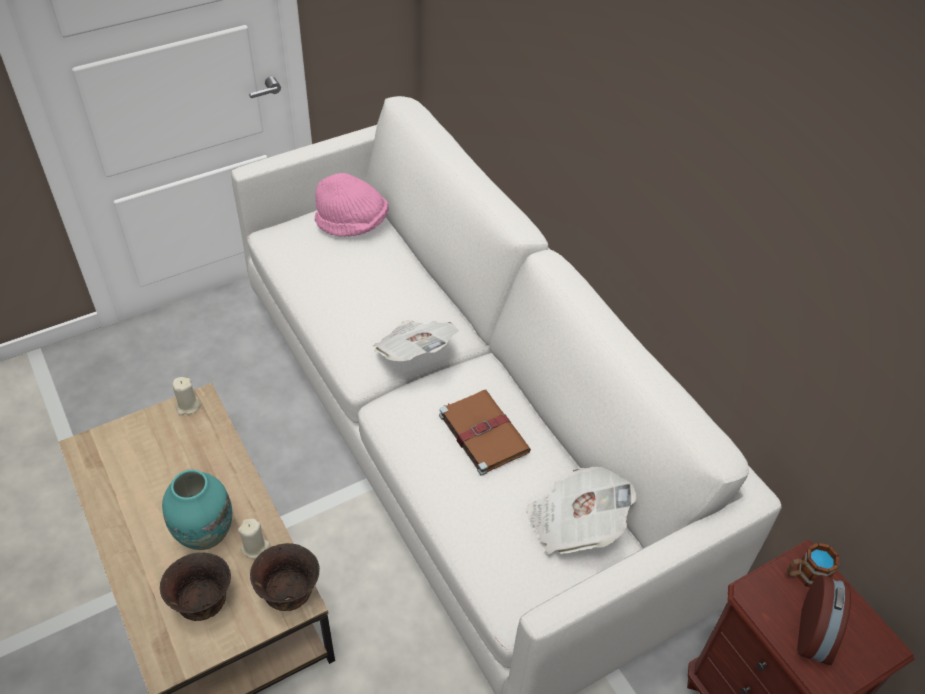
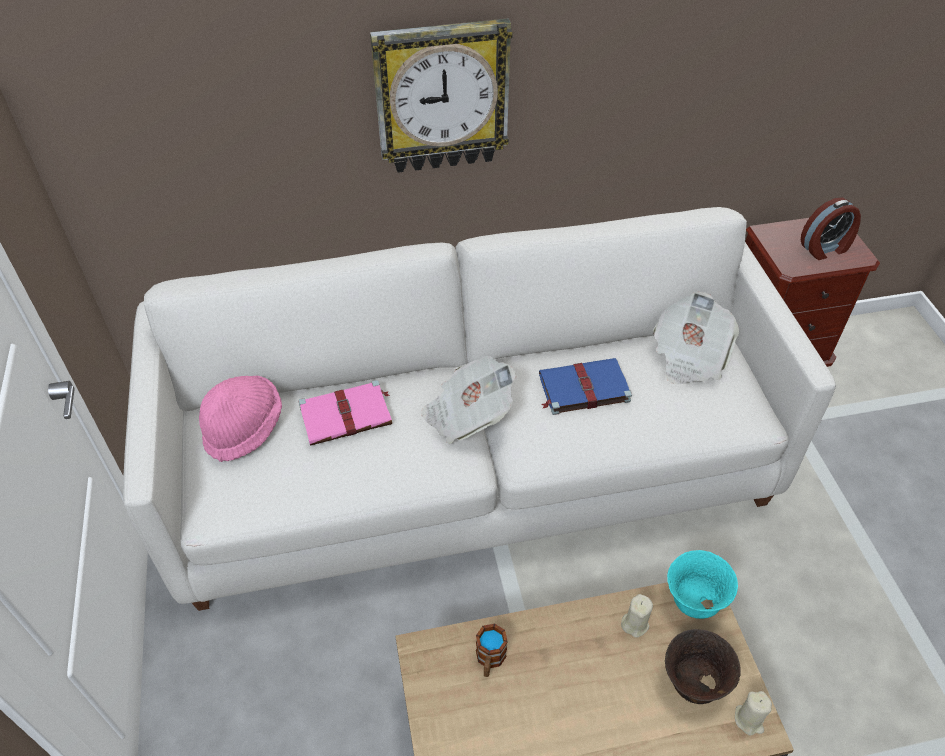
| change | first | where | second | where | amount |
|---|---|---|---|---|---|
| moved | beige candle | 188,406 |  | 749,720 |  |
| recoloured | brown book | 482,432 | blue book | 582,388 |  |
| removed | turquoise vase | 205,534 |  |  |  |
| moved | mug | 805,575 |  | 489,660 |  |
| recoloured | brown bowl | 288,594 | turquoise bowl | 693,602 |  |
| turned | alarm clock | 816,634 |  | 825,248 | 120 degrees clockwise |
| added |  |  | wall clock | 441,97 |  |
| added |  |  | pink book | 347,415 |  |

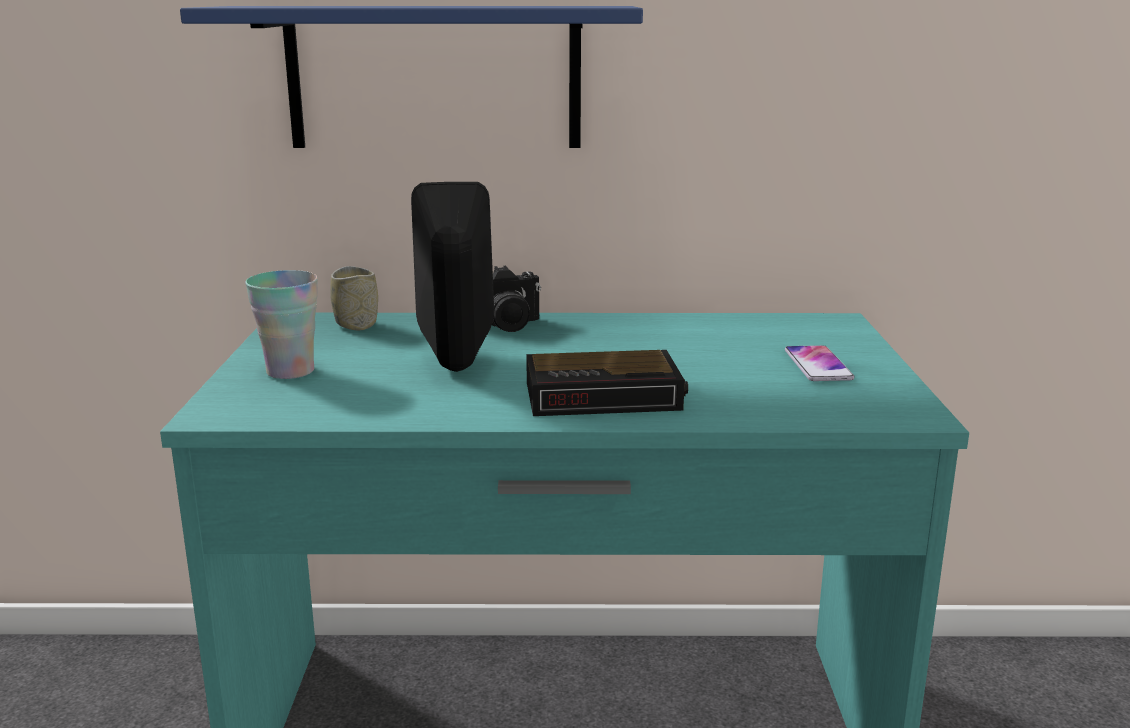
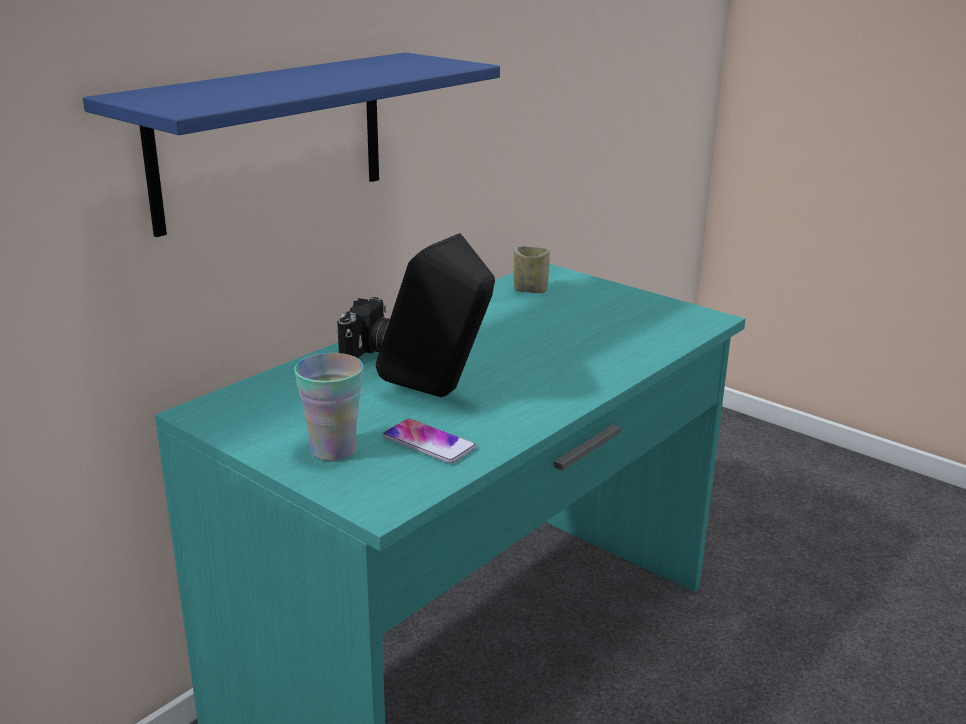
| change | first | where | second | where | amount |
|---|---|---|---|---|---|
| moved | cup | 356,325 |  | 530,290 |  |
| moved | phone | 818,365 |  | 429,442 |  |
| removed | alarm clock | 606,396 |  |  |  |

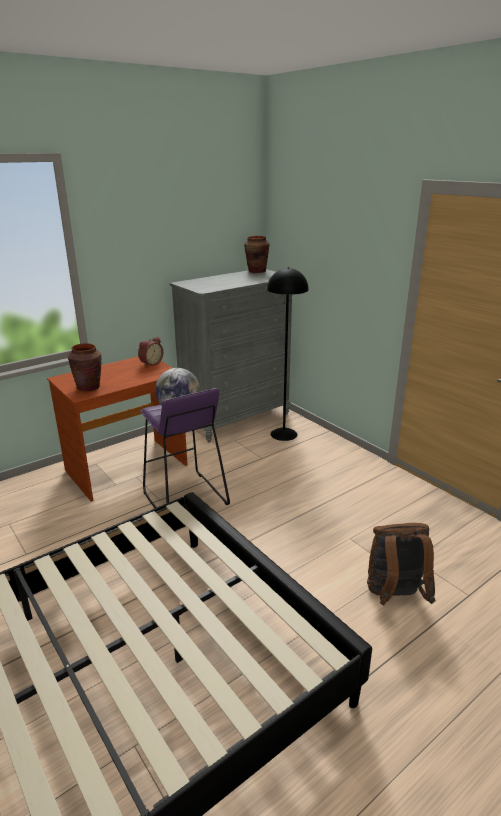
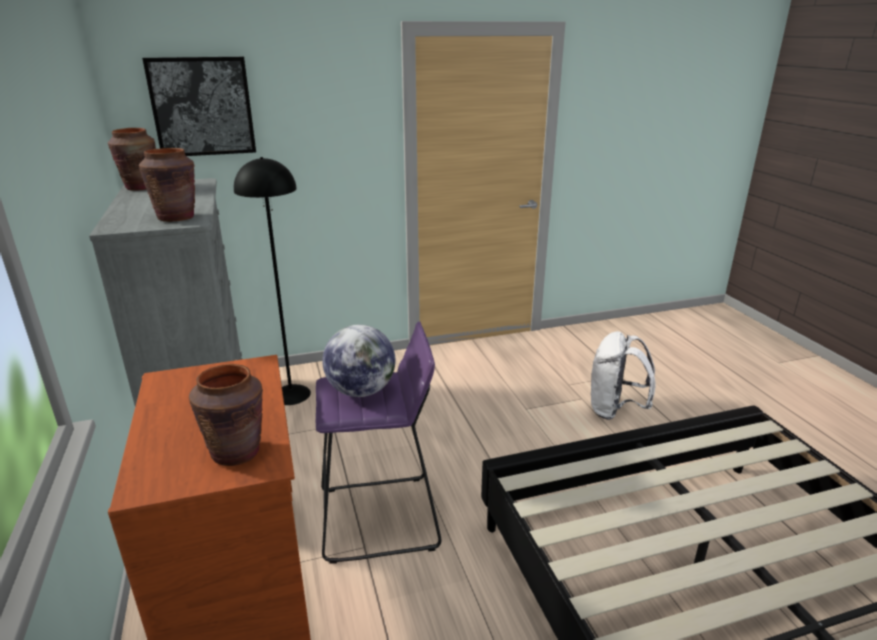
| change | first | where | second | where | amount |
|---|---|---|---|---|---|
| removed | alarm clock | 150,363 |  |  |  |
| recoloured | brown backpack | 394,596 | white backpack | 615,410 |  |
| added |  |  | picture | 202,107 |  |
| added |  |  | brown vase | 176,218 |  |

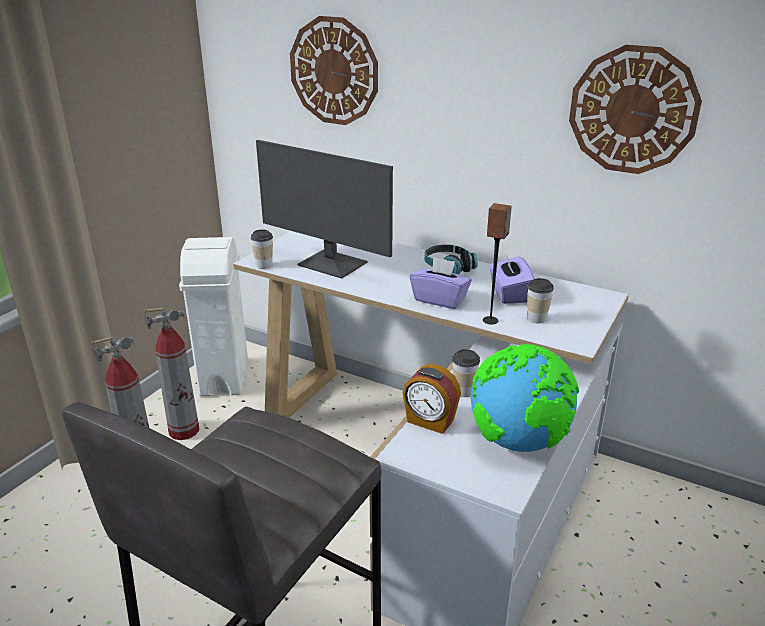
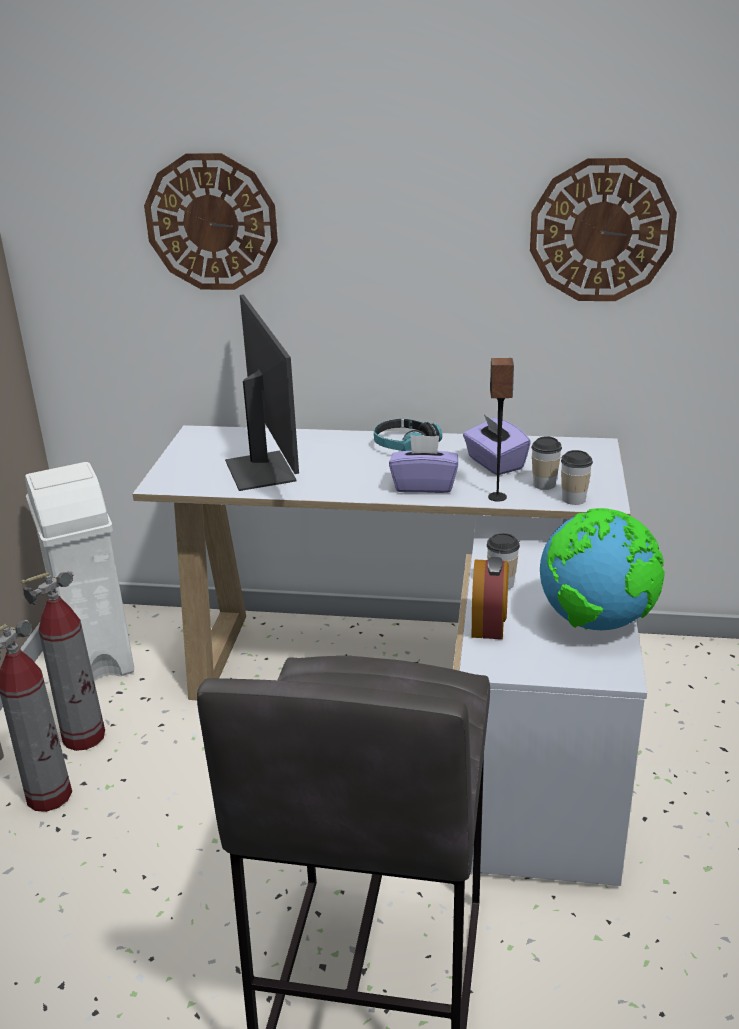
| change | first | where | second | where | amount |
|---|---|---|---|---|---|
| turned | monitor | 331,264 |  | 262,470 | 120 degrees counterclockwise |
| moved | cup | 264,265 |  | 573,499 |  |
| turned | alarm clock | 430,421 |  | 489,625 | 90 degrees counterclockwise |

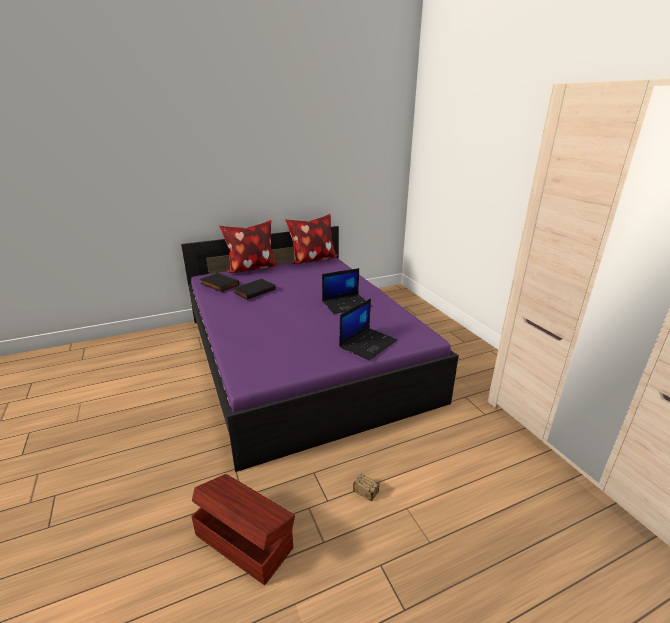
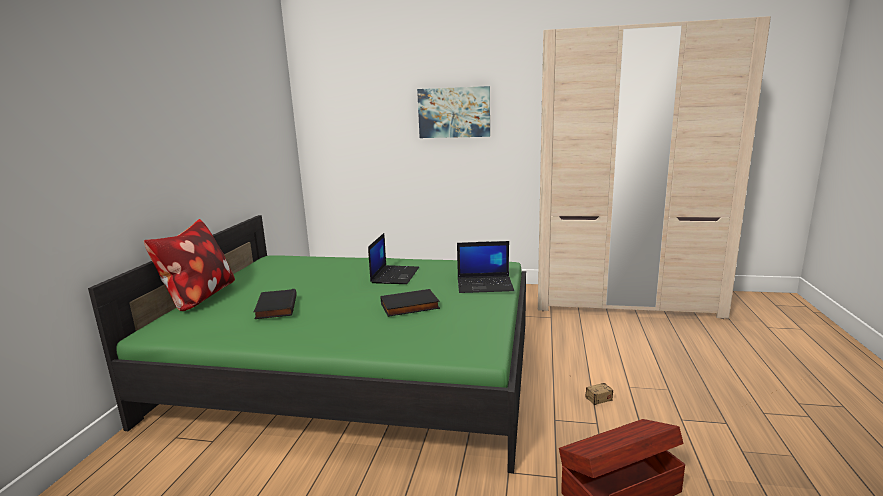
| change | first | where | second | where | amount |
|---|---|---|---|---|---|
| removed | pillow | 312,260 |  |  |  |
| recoloured | purple bed | 302,356 | green bed | 357,369 |  |
| moved | black book | 218,284 |  | 409,306 |  |
| turned | laptop | 368,343 |  | 485,285 | 105 degrees clockwise |
| added |  |  | picture | 454,112 |  |

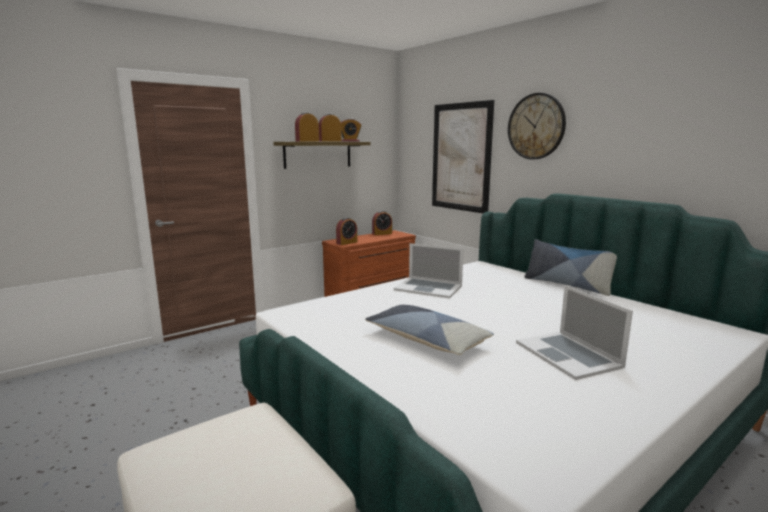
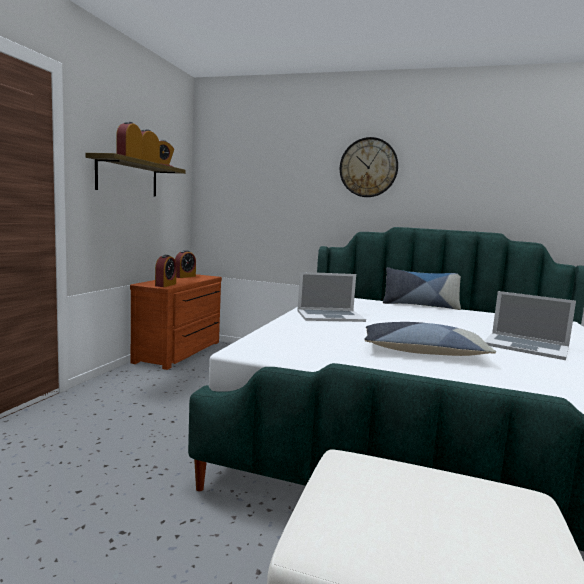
| change | first | where | second | where | amount |
|---|---|---|---|---|---|
| removed | picture | 460,157 |  |  |  |

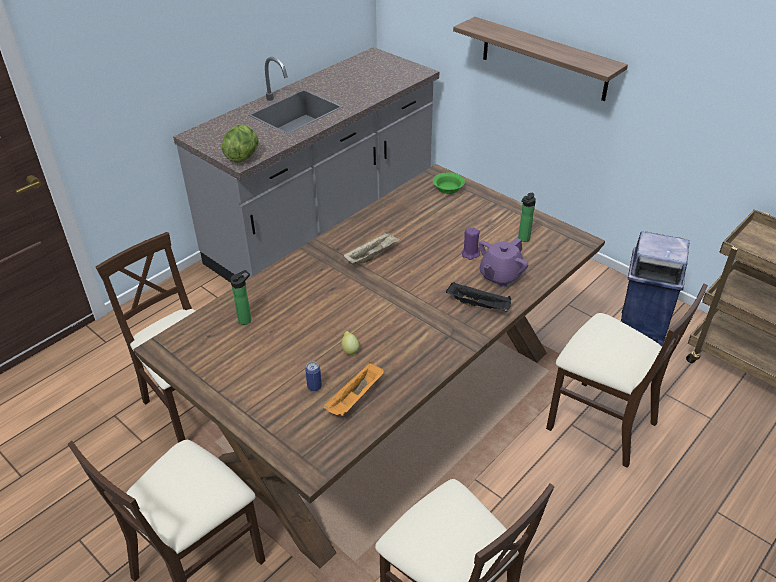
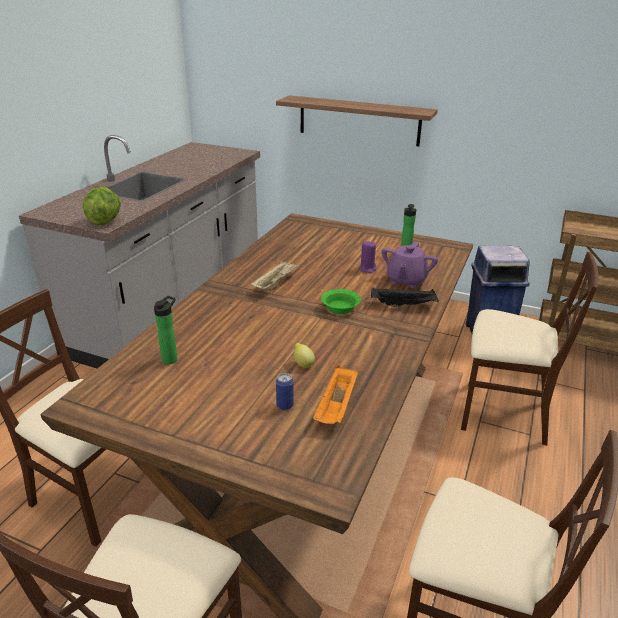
| change | first | where | second | where | amount |
|---|---|---|---|---|---|
| moved | green bowl | 448,188 |  | 340,308 |  |

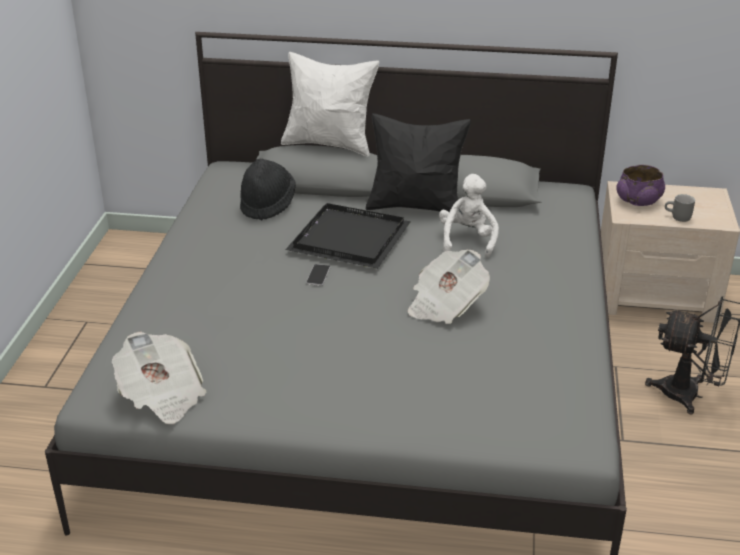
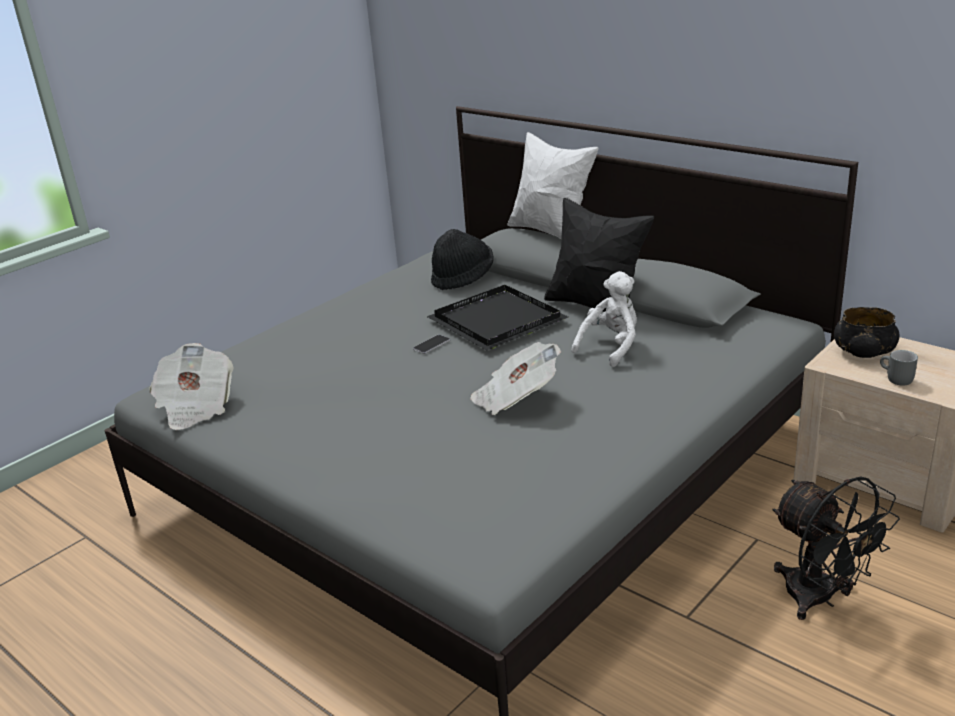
| change | first | where | second | where | amount |
|---|---|---|---|---|---|
| recoloured | purple bowl | 638,201 | black bowl | 864,352 |  |

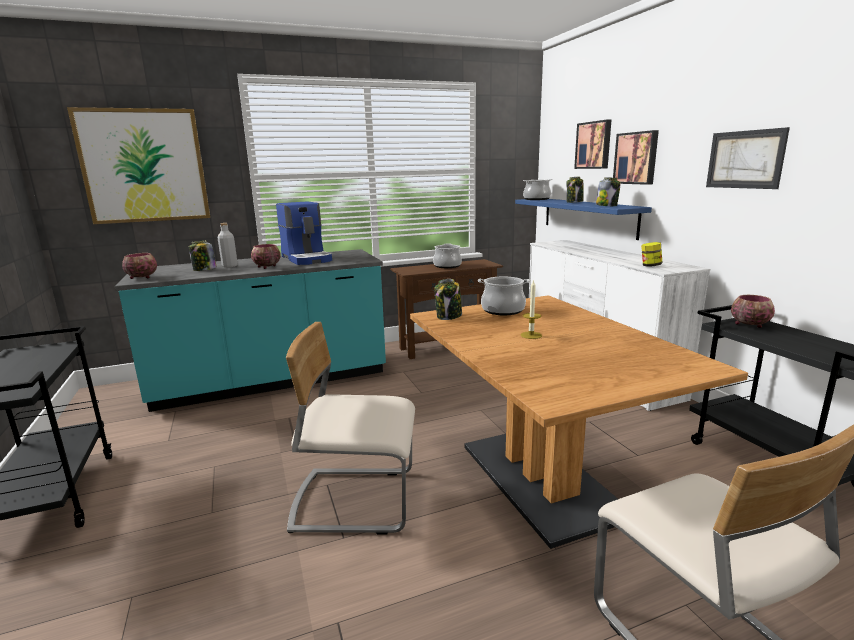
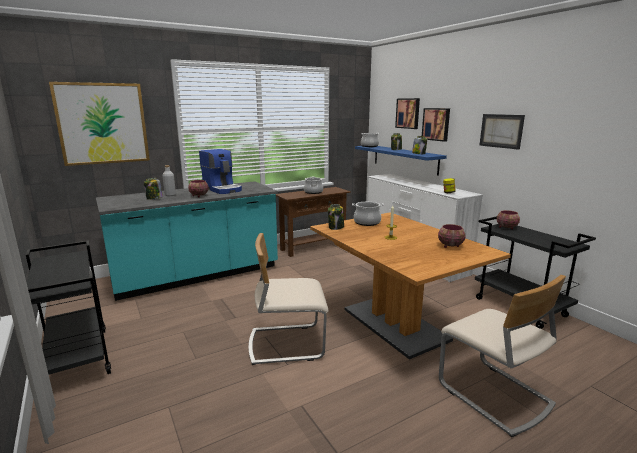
| change | first | where | second | where | amount |
|---|---|---|---|---|---|
| moved | bowl | 142,277 |  | 449,246 |  |

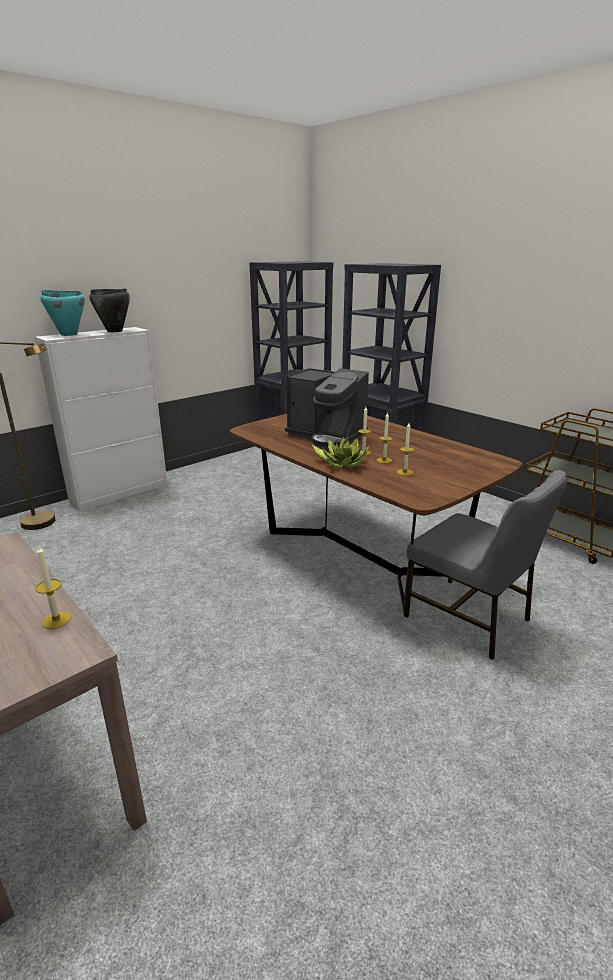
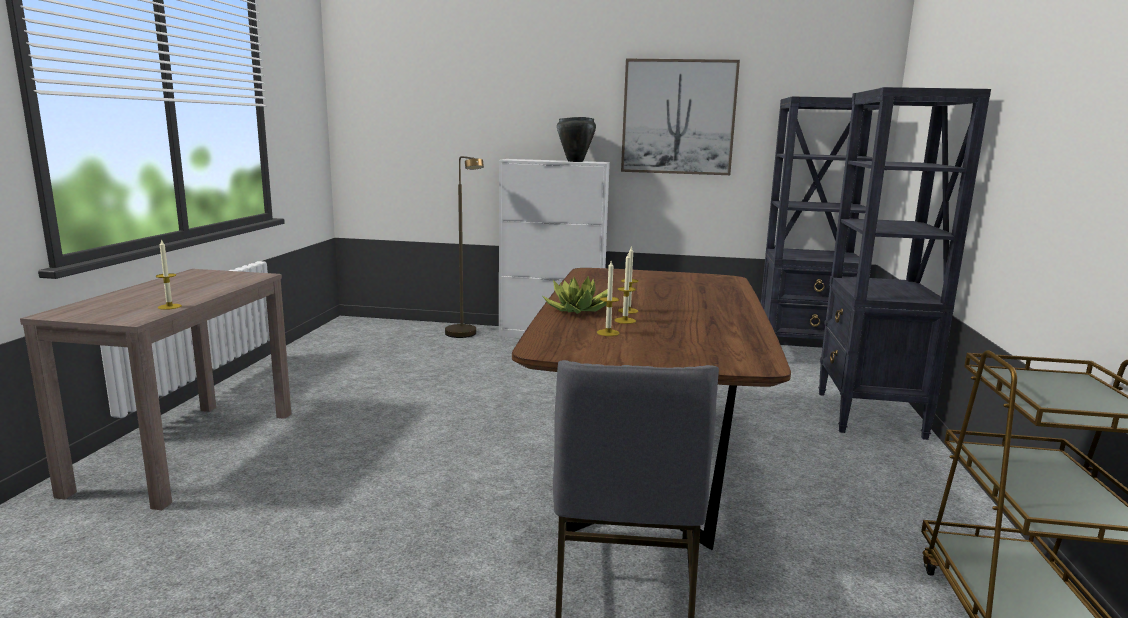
| change | first | where | second | where | amount |
|---|---|---|---|---|---|
| removed | turquoise cooking pot | 68,334 |  |  |  |
| removed | coffee machine | 326,437 |  |  |  |
| added |  |  | picture | 678,117 |  |

